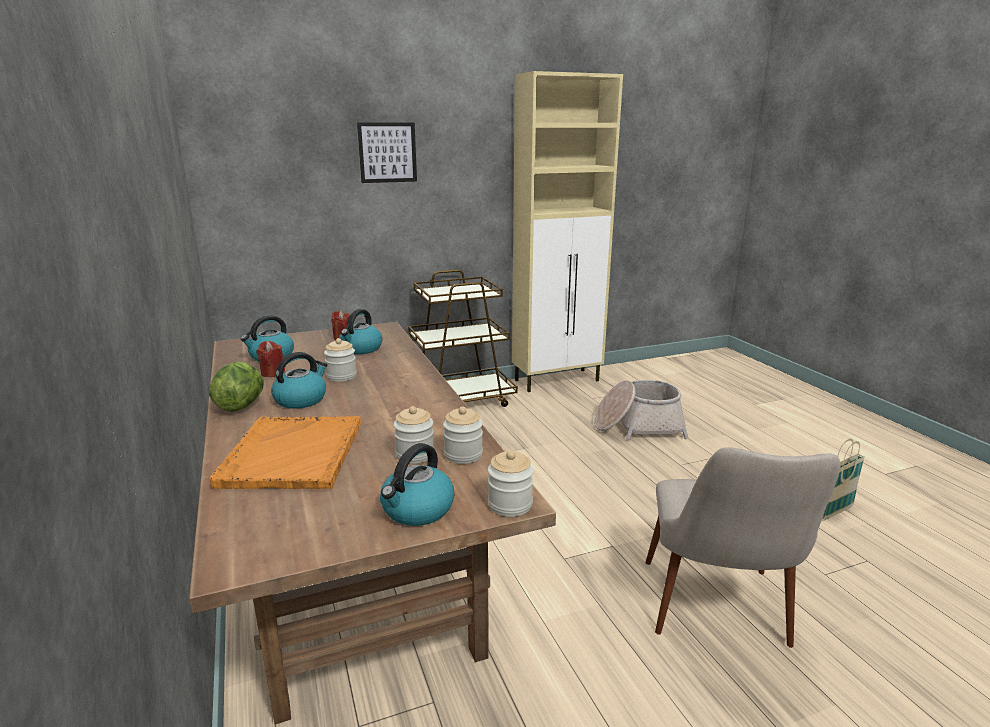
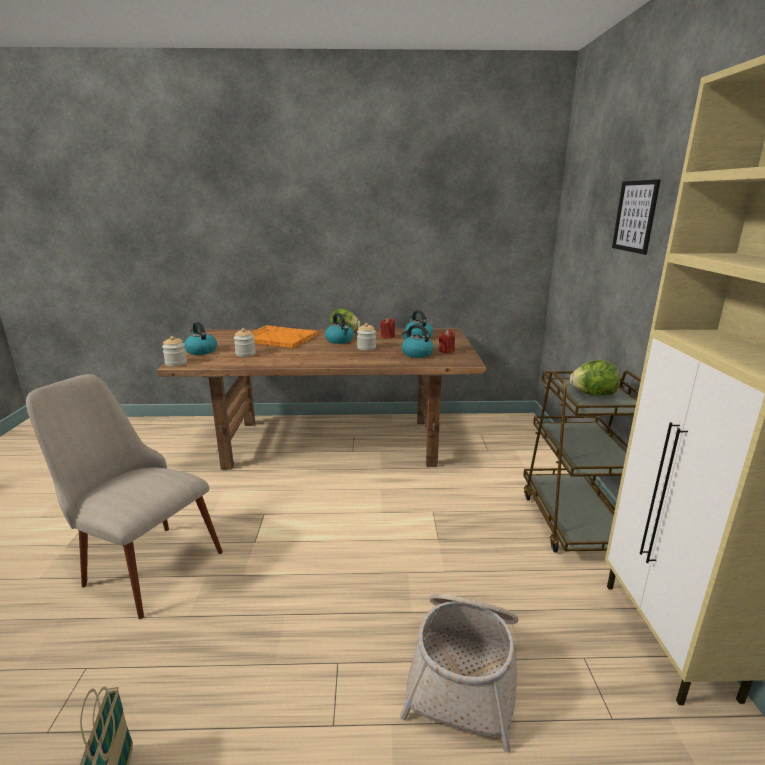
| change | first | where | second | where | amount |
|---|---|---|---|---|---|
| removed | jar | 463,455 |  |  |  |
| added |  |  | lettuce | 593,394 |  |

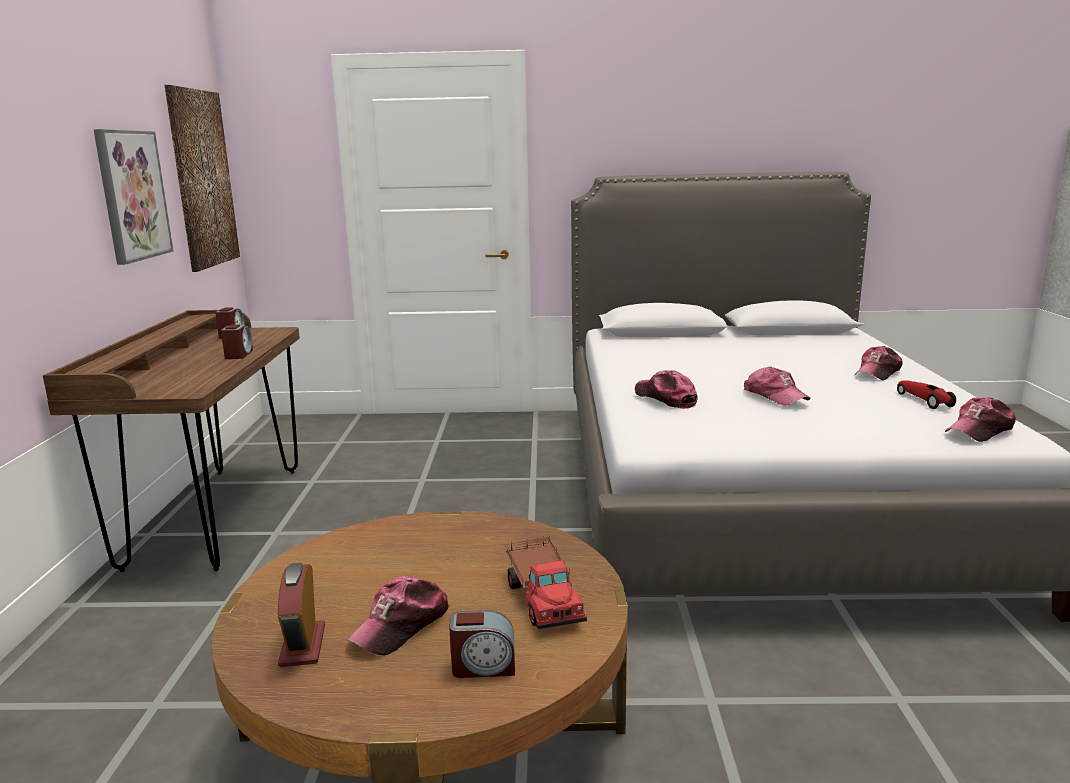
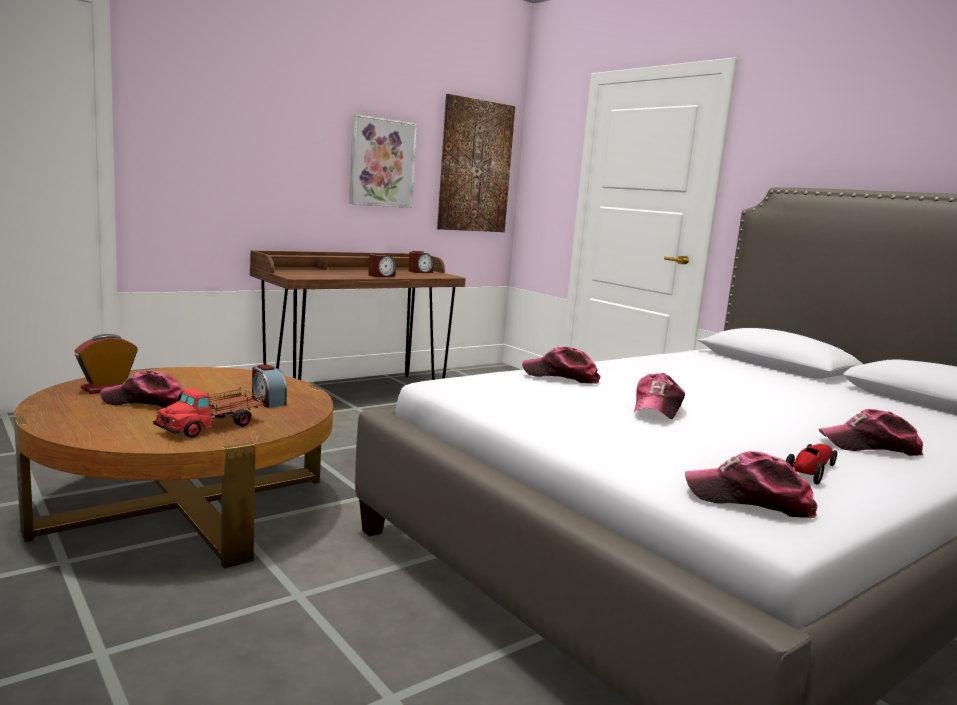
| change | first | where | second | where | amount |
|---|---|---|---|---|---|
| turned | cap | 665,398 |  | 561,376 | 90 degrees counterclockwise |
| moved | alarm clock | 483,666 |  | 267,401 |  |

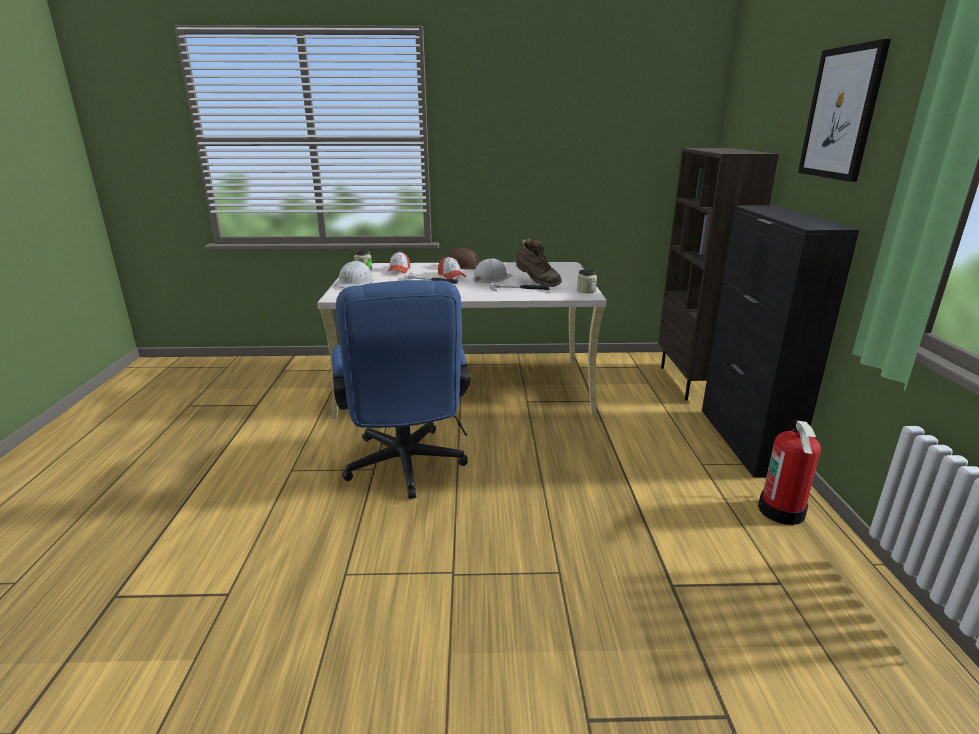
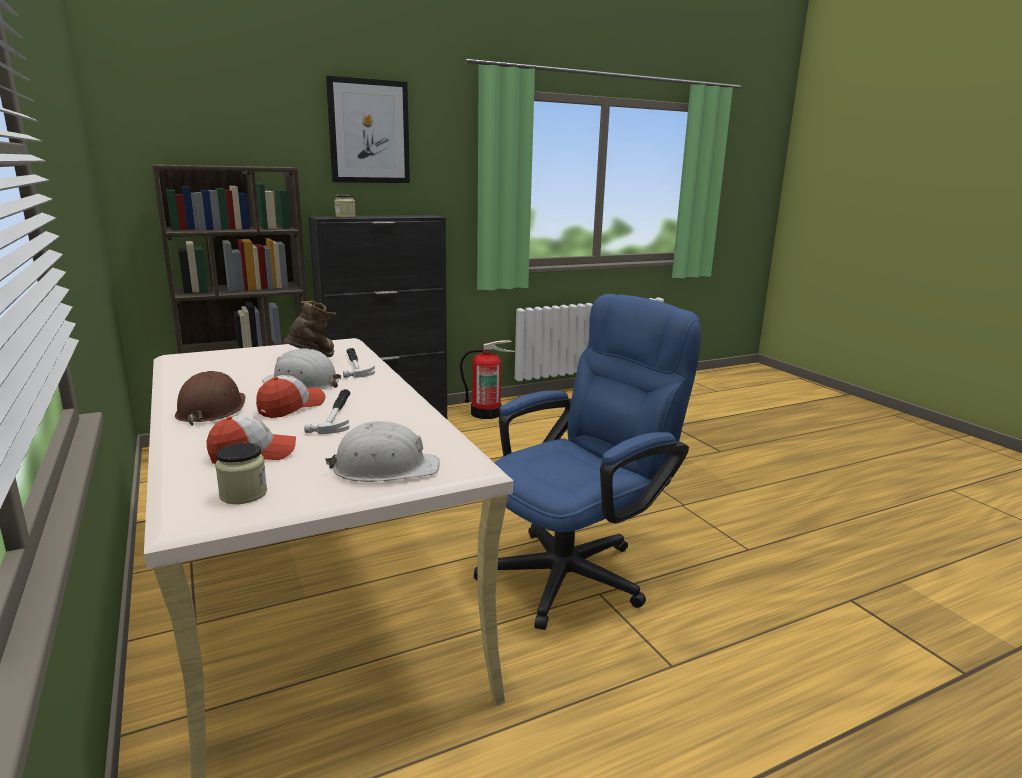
| change | first | where | second | where | amount |
|---|---|---|---|---|---|
| moved | jar | 586,291 |  | 345,217 |  |

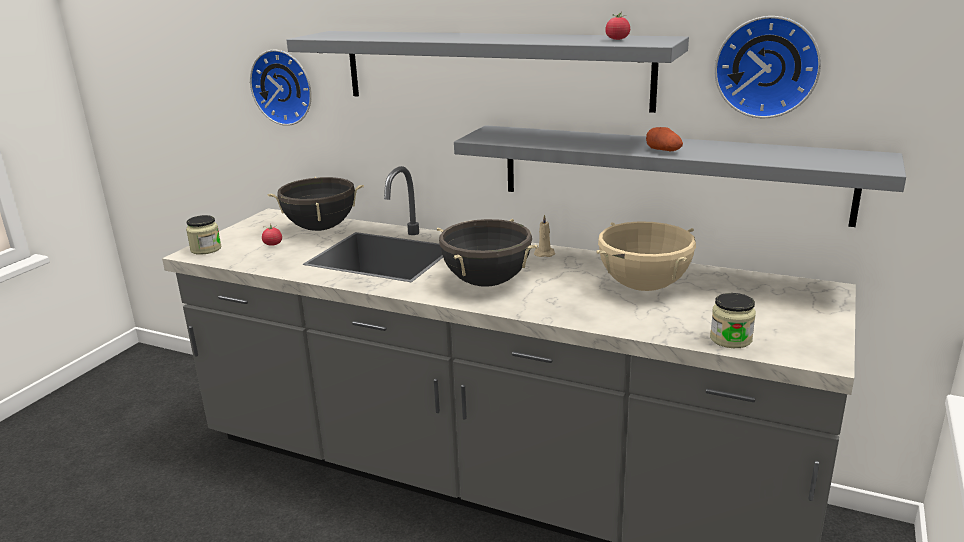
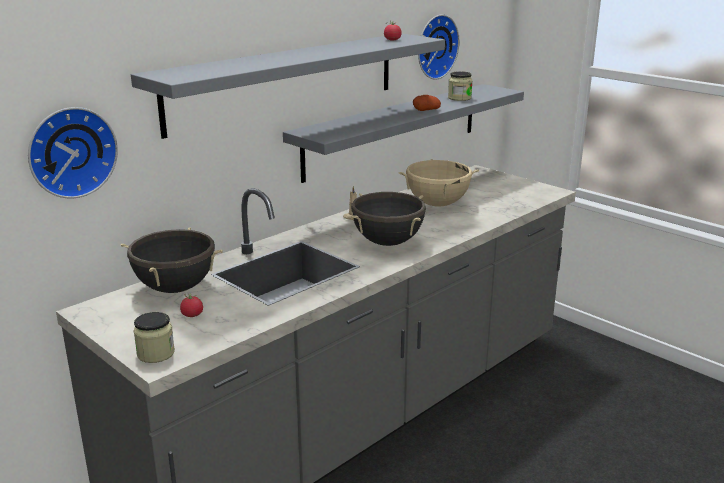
| change | first | where | second | where | amount |
|---|---|---|---|---|---|
| moved | jar | 730,339 |  | 459,98 |  |

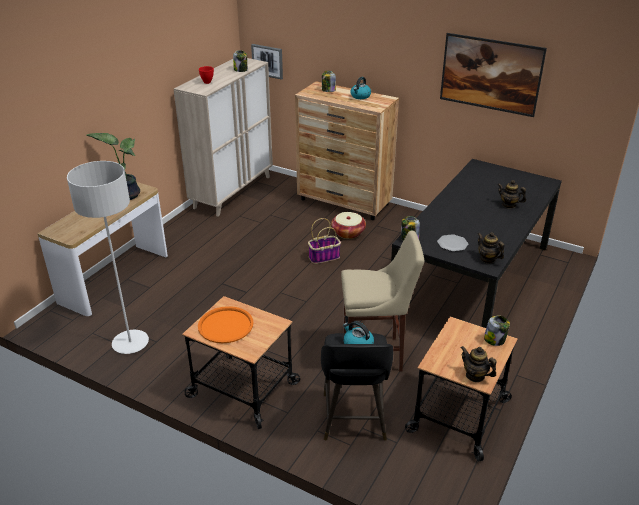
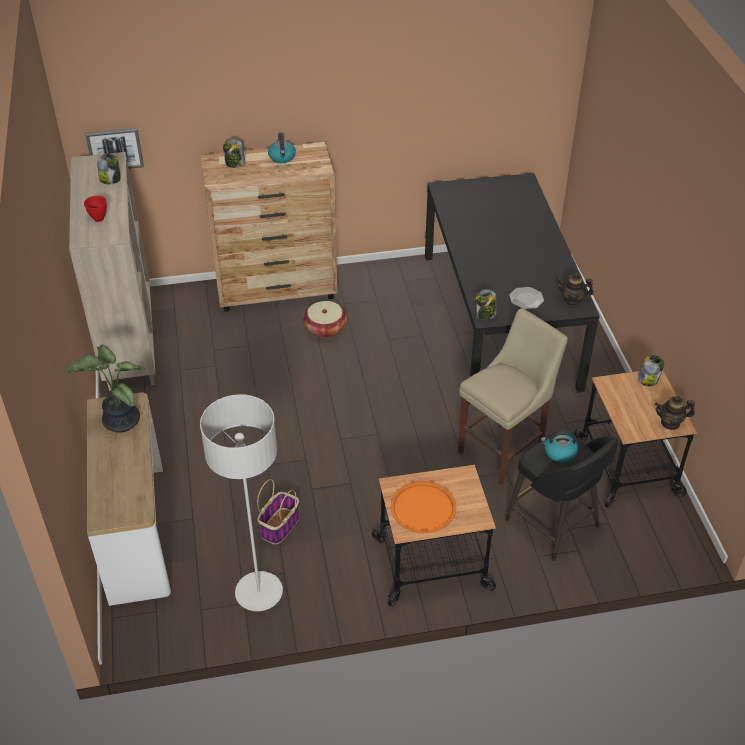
| change | first | where | second | where | amount |
|---|---|---|---|---|---|
| removed | picture | 488,91 |  |  |  |
| removed | teapot | 509,205 |  |  |  |
| moved | basket | 324,257 |  | 280,525 |  |

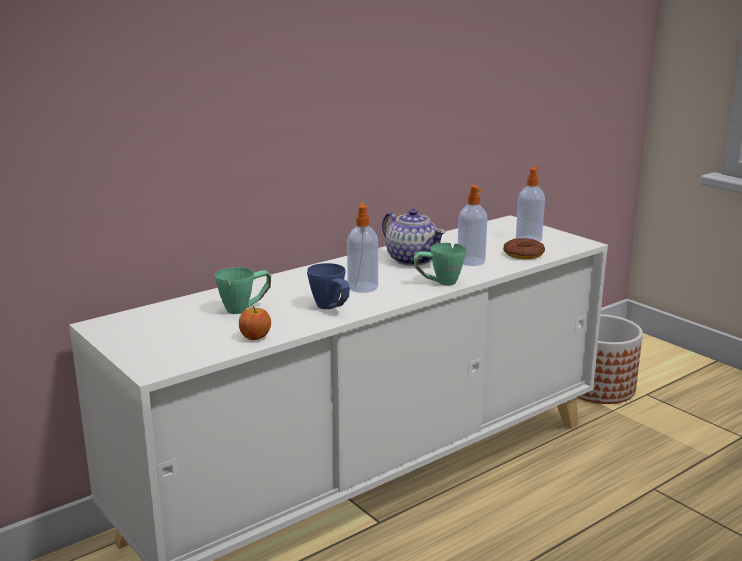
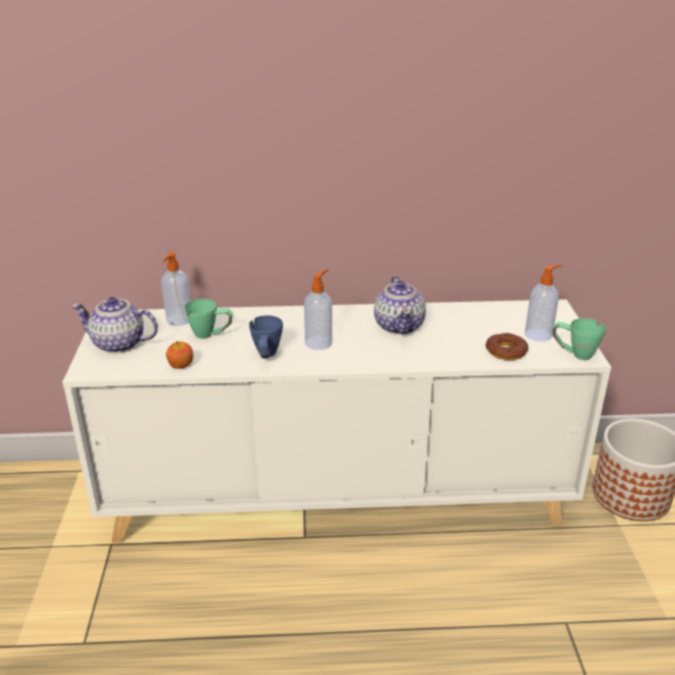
| change | first | where | second | where | amount |
|---|---|---|---|---|---|
| moved | soap dispenser | 471,262 |  | 178,320 |  |
| moved | green mug | 438,283 |  | 574,354 |  |
| added |  |  | teapot | 119,344 |  |

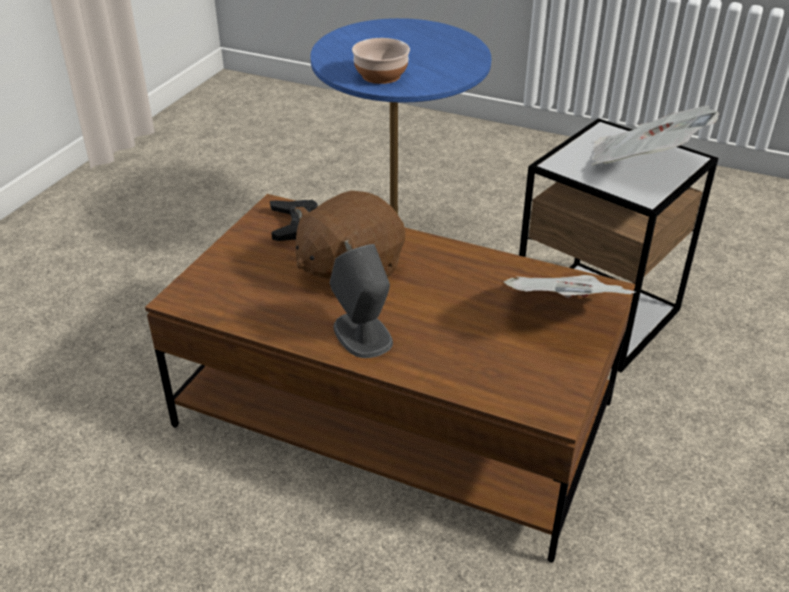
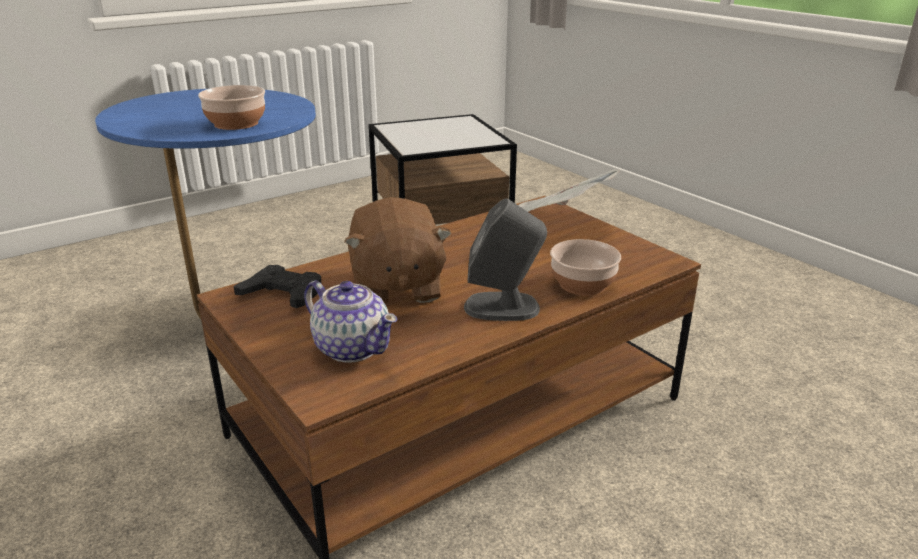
| change | first | where | second | where | amount |
|---|---|---|---|---|---|
| removed | newspaper | 642,163 |  |  |  |
| added |  |  | bowl | 583,283 |  |
| added |  |  | teapot | 352,347 |  |

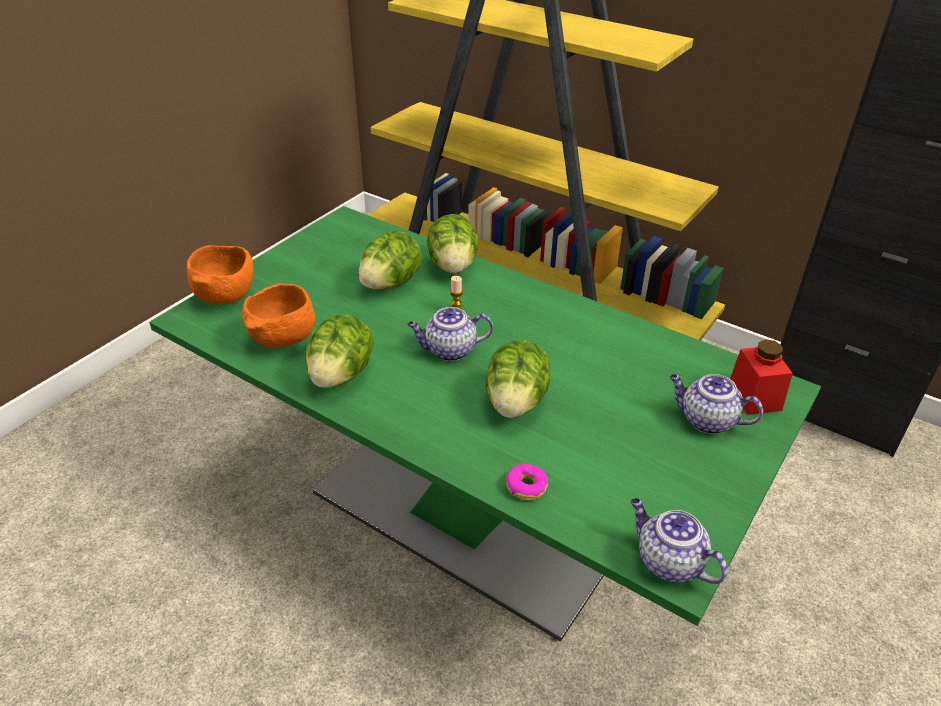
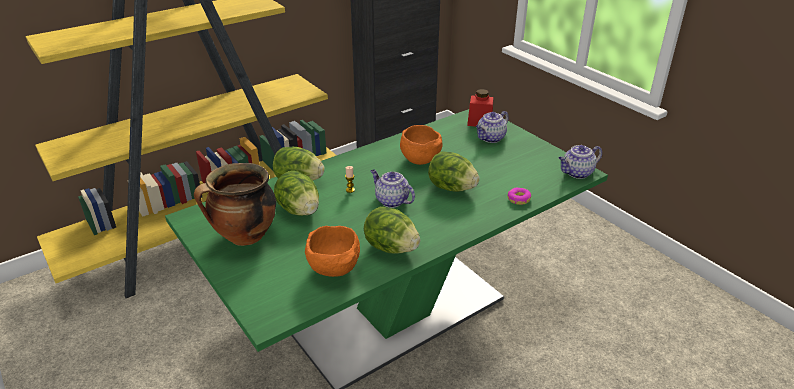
| change | first | where | second | where | amount |
|---|---|---|---|---|---|
| moved | orange bowl | 226,296 |  | 419,160 |  |
| turned | teapot | 449,350 |  | 391,201 | 120 degrees clockwise |
| added |  |  | cooking pot | 244,237 |  |

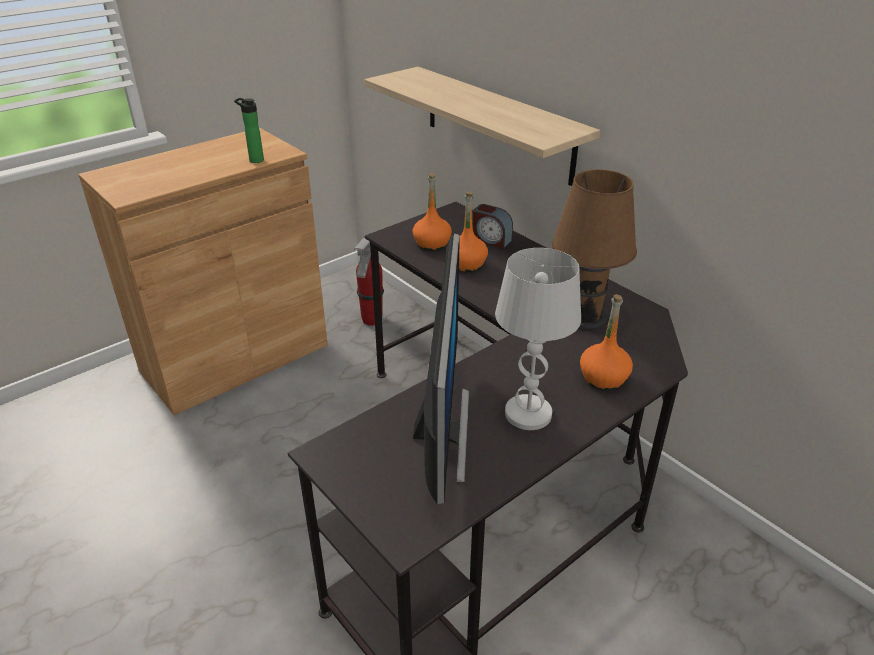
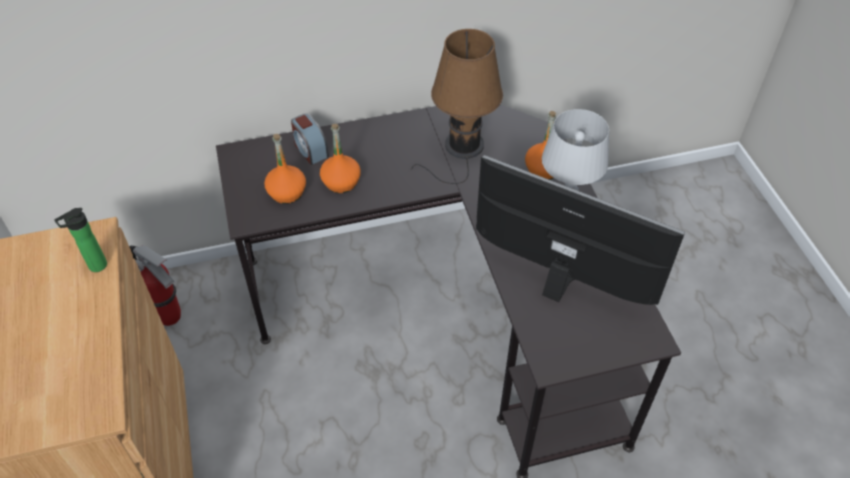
| change | first | where | second | where | amount |
|---|---|---|---|---|---|
| removed | shelf | 497,124 |  |  |  |
| turned | alarm clock | 491,239 |  | 310,150 | 90 degrees clockwise |

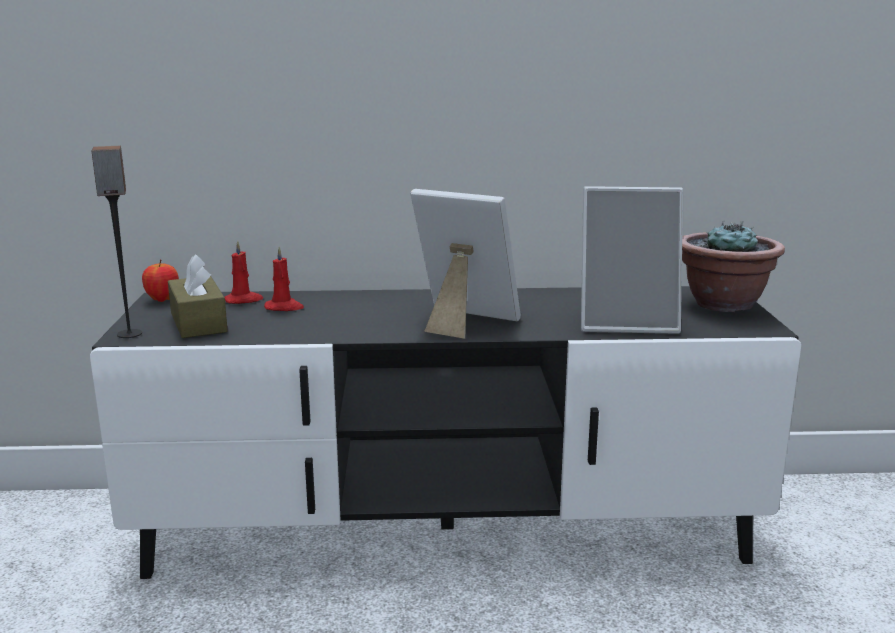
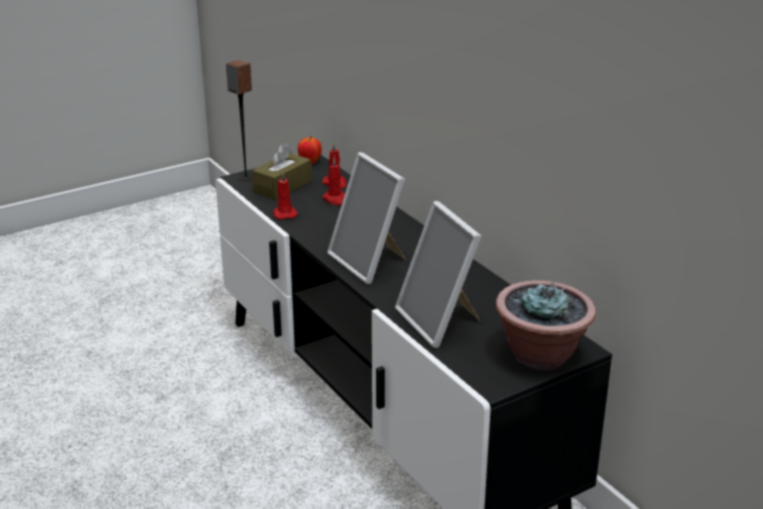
| change | first | where | second | where | amount |
|---|---|---|---|---|---|
| turned | picture frame | 462,323 |  | 370,262 | 150 degrees clockwise |
| added |  |  | red candle | 284,214 |  |

